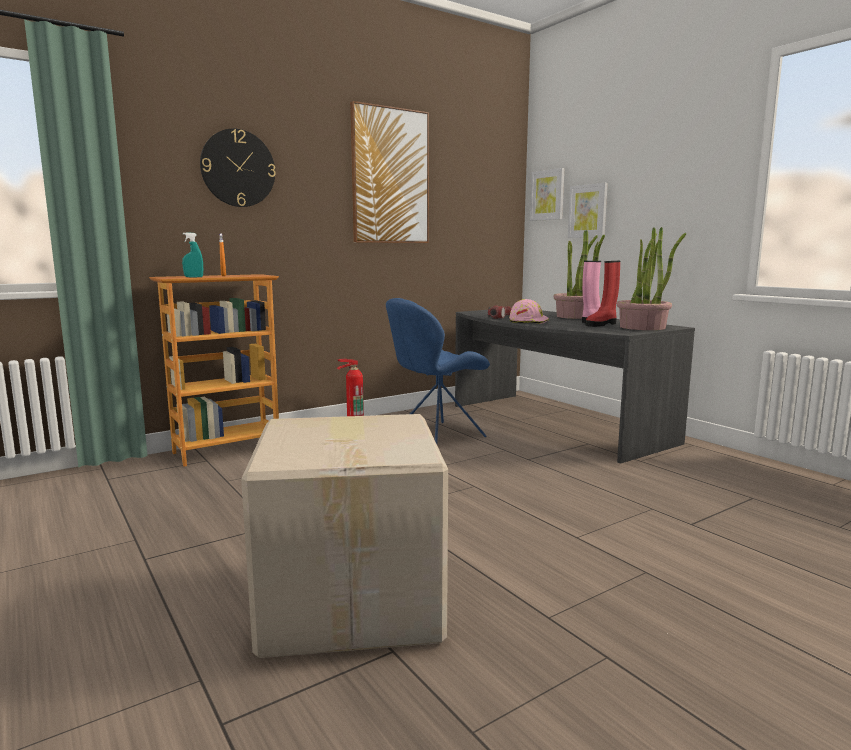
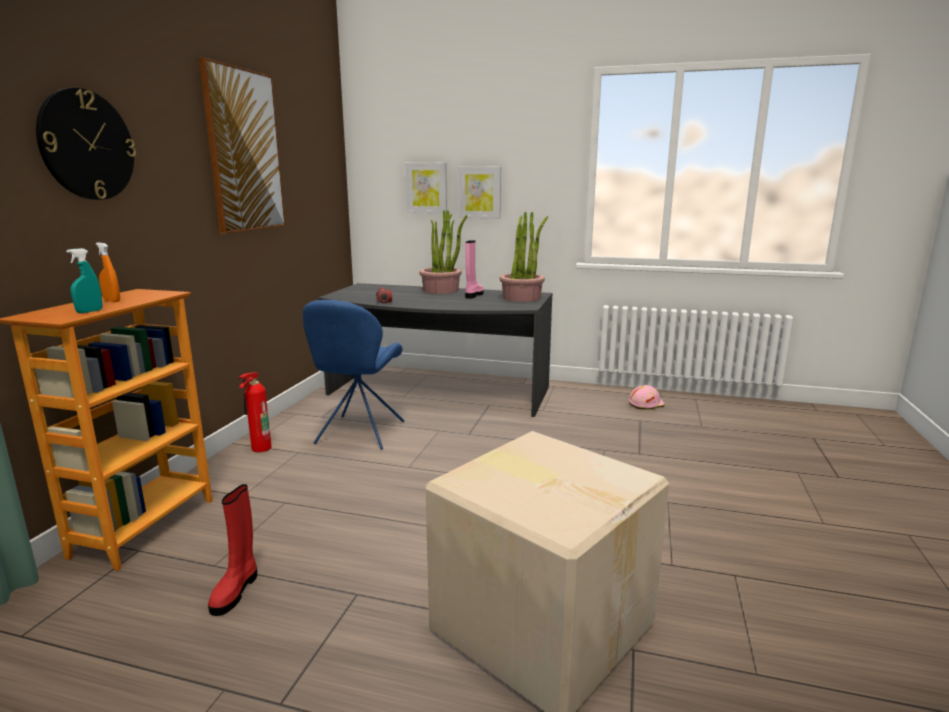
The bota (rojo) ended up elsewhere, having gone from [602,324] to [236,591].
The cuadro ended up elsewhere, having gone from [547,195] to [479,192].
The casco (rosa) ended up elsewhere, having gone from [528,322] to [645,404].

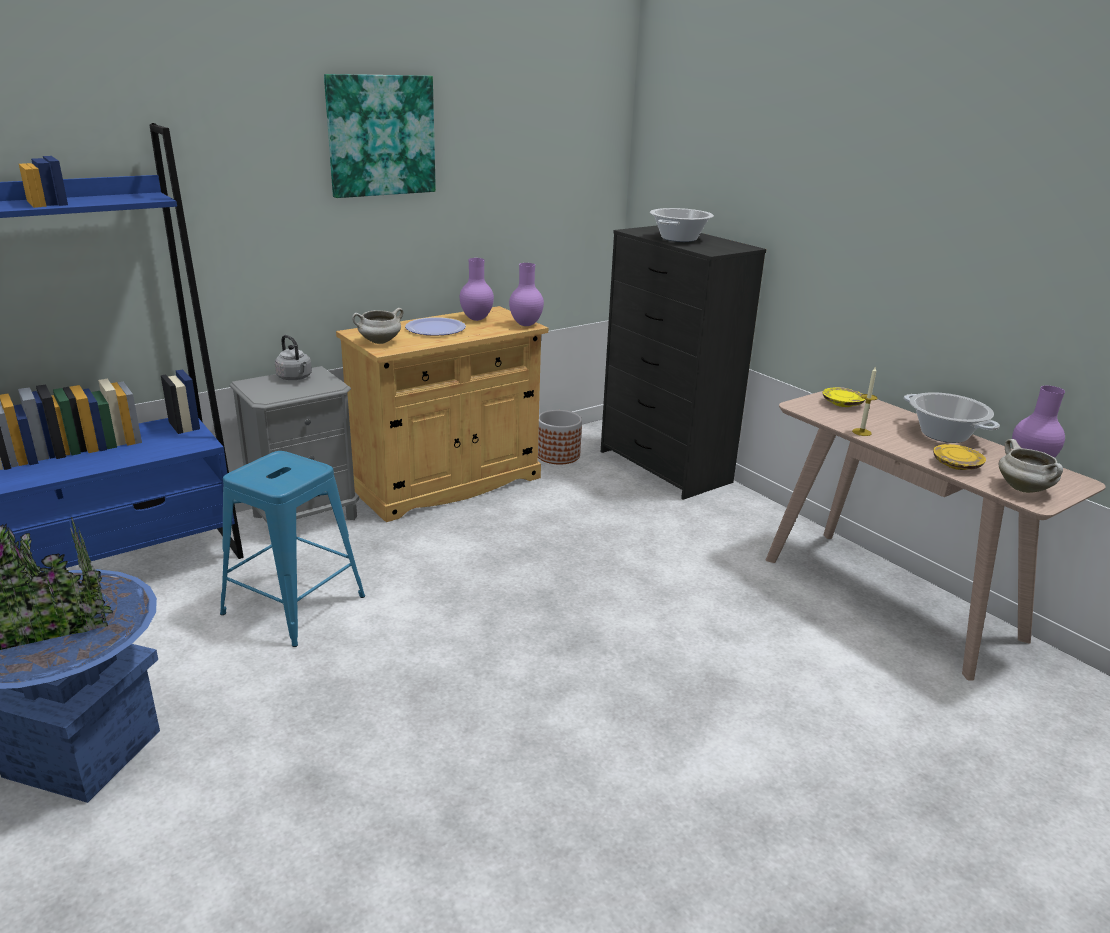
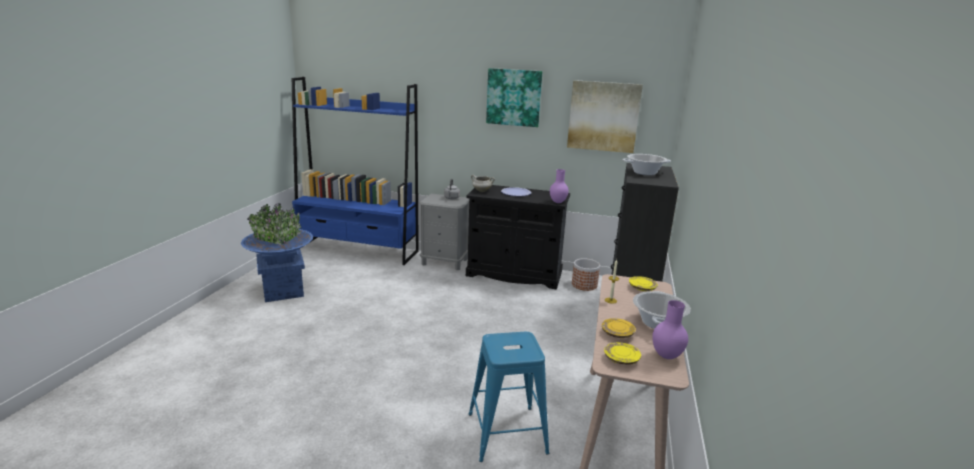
What was the armario (beis) at [447,483] turned into the armario (negro) at [514,274].
The taburete (azul) ended up elsewhere, having gone from [294,605] to [506,433].
The second view gained the cuadro at [603,116].
Where the olla (blanco) stood at [1024,489], the plato (amarillo) came to stand at [621,359].
The second view lost the florero (morado) at [476,319].

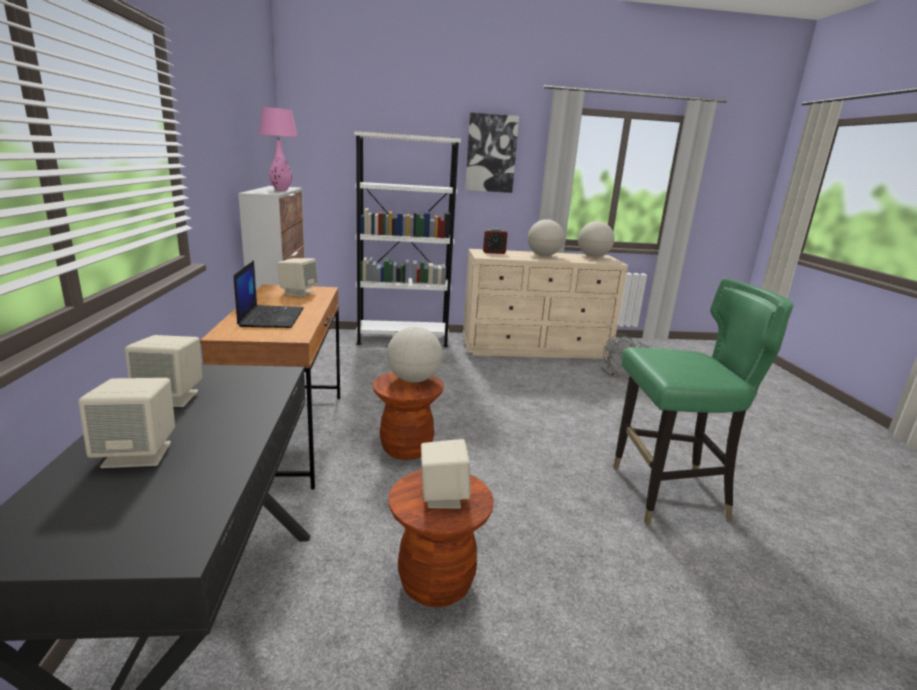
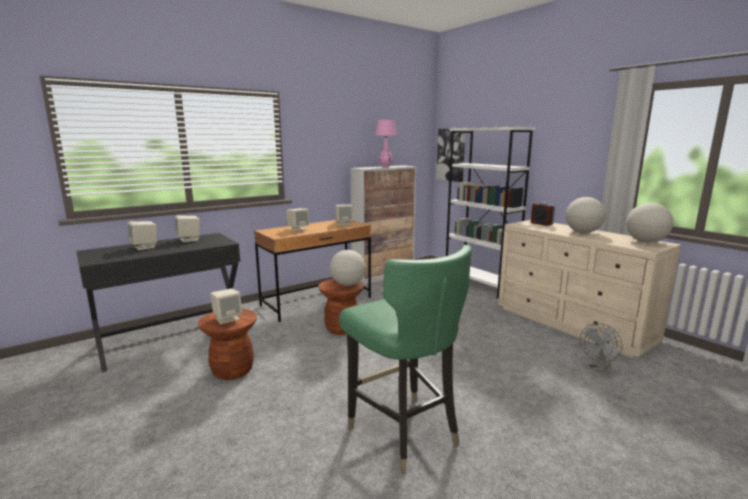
Where the portátil stood at [271,317], the altavoz (beis) came to stand at [298,229].
The cuadro ended up elsewhere, having gone from [491,153] to [451,155].

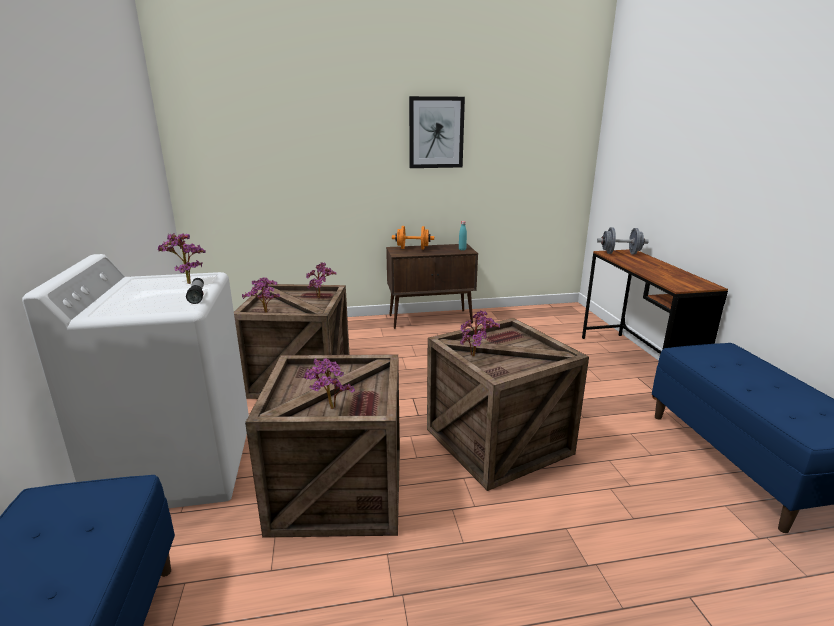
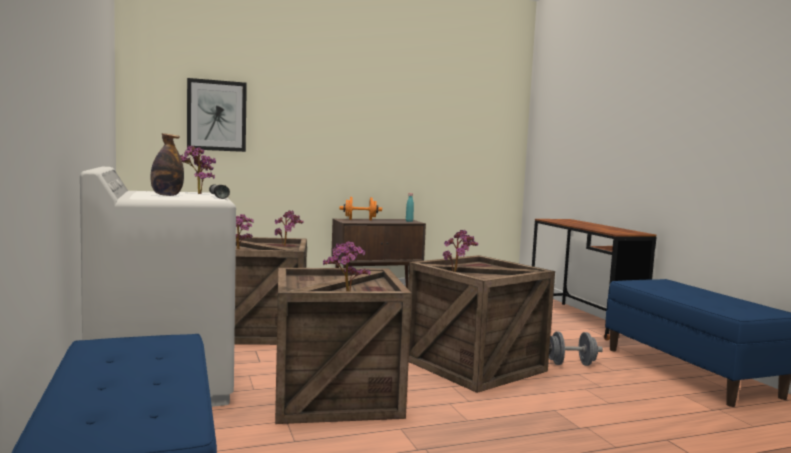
The second view gained the botella at [167,195].
The cuadro ended up elsewhere, having gone from [436,132] to [216,115].
The mancuerna (gris) ended up elsewhere, having gone from [620,253] to [570,364].

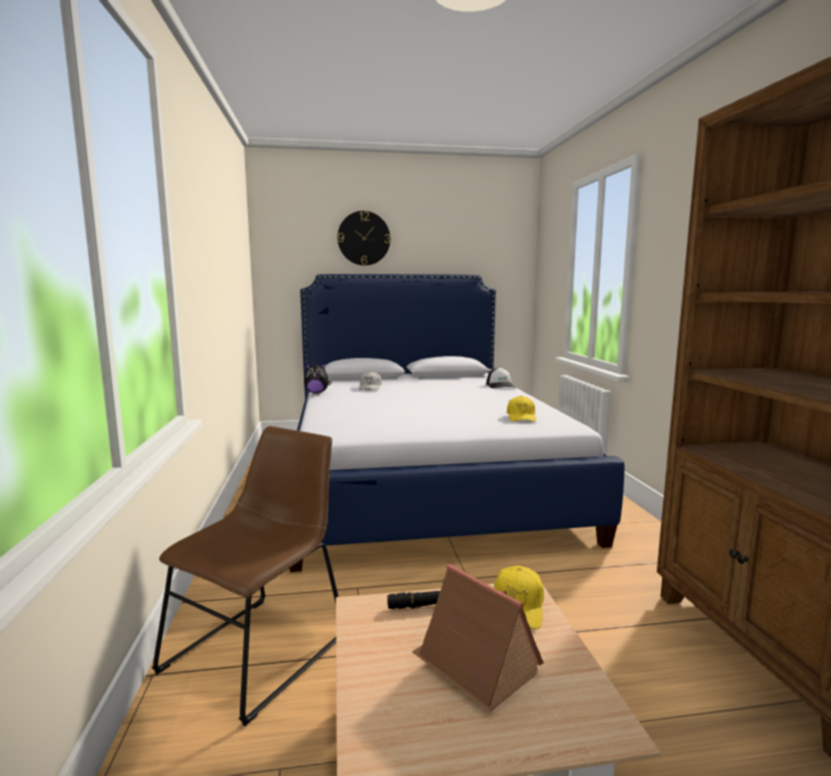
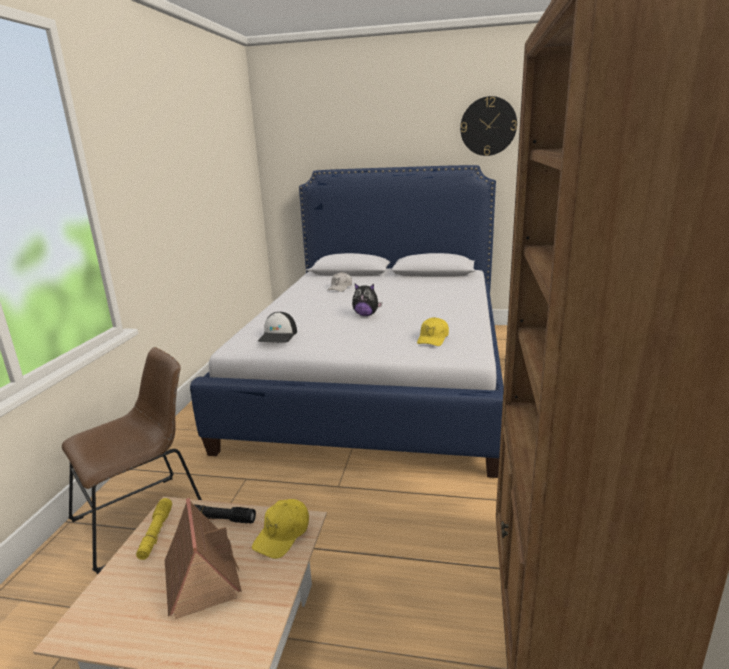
The second view gained the linterna (amarillo) at [156,533].
The gorra ended up elsewhere, having gone from [501,386] to [278,336].
The peluche ended up elsewhere, having gone from [317,393] to [366,315].
The reloj de pared ended up elsewhere, having gone from [364,238] to [488,126].

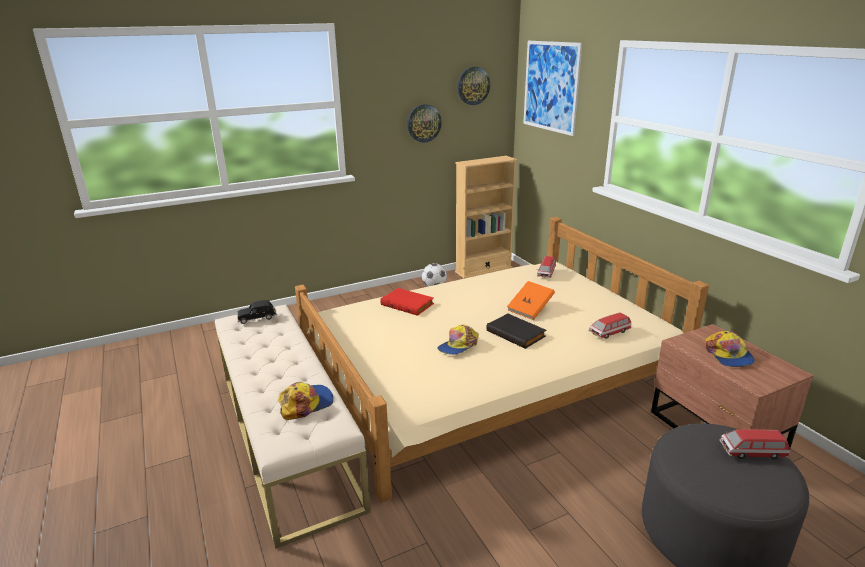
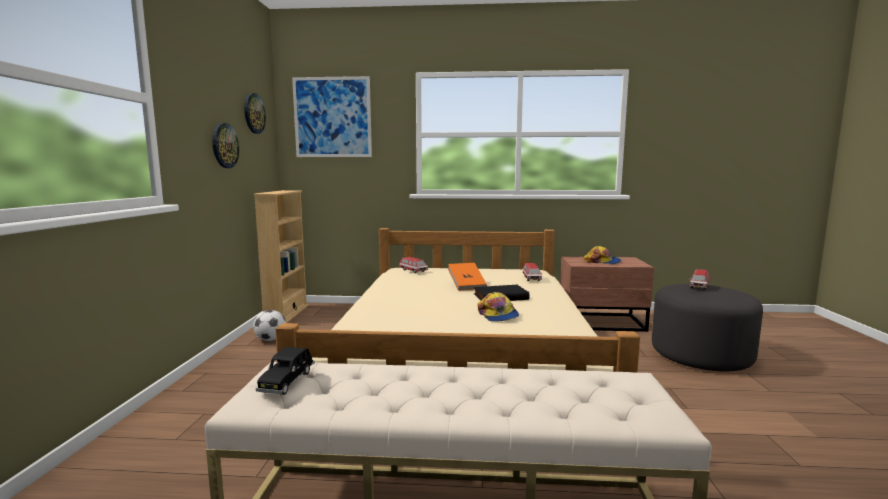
The second view lost the gorra at [306,404].
The second view lost the libro (rojo) at [408,304].

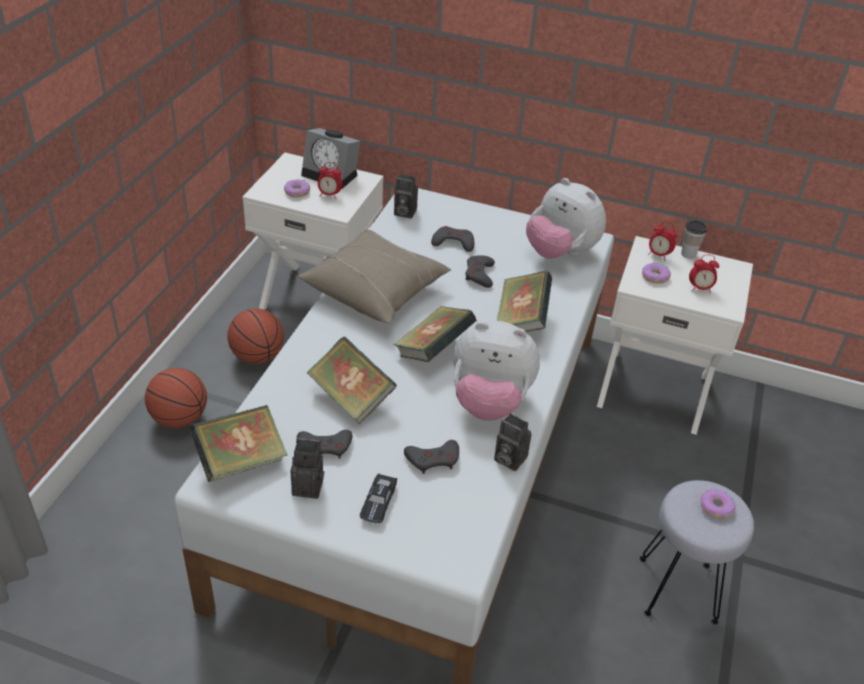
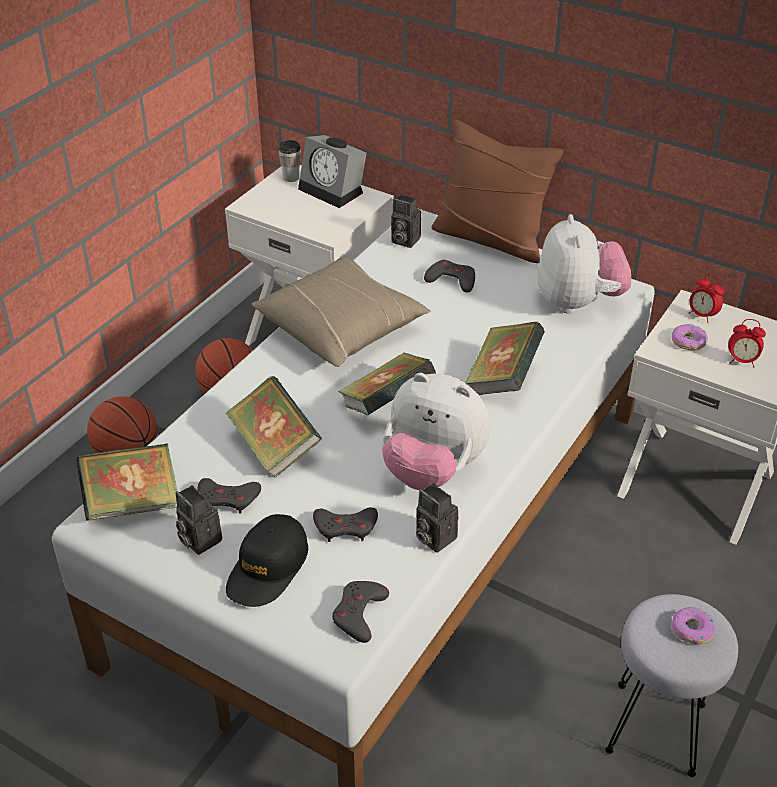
The cámara at [310,486] ended up facing another way, 150 degrees counterclockwise from before.
Where the coche de juguete (negro) stood at [378,503], the gorra (negro) came to stand at [267,568].
The taza ended up elsewhere, having gone from [688,254] to [291,177].
The mando de consola (gris) ended up elsewhere, having gone from [479,274] to [359,614].
The second view gained the cojín (marrón) at [491,238].
The peluche at [560,252] ended up facing another way, 150 degrees counterclockwise from before.
The second view lost the rosquilla at [297,192].
The second view lost the despertador at [329,195].

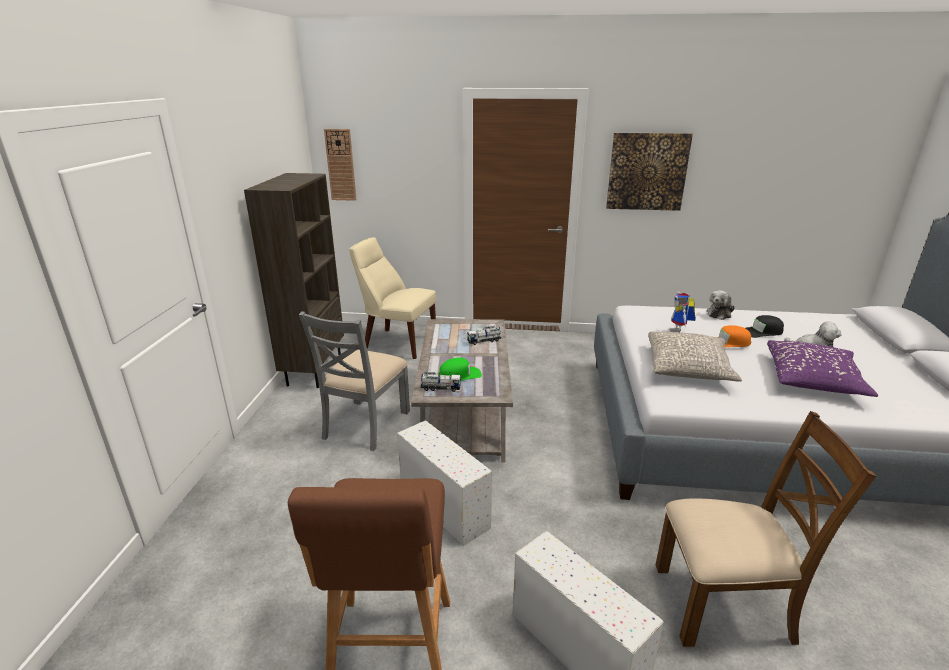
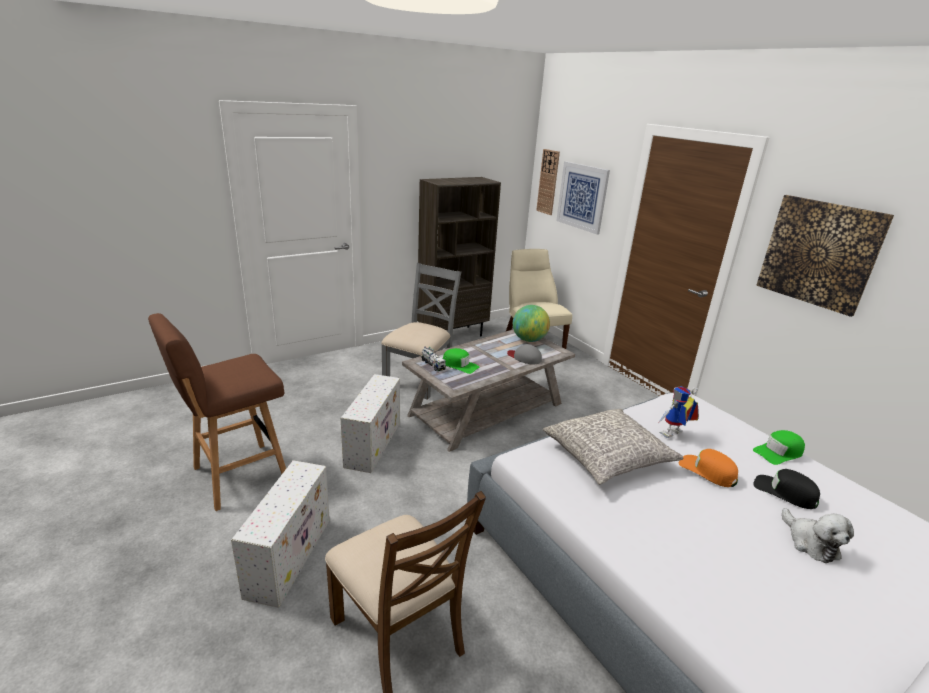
The silla (gris) at [365,424] ended up facing another way, 135 degrees clockwise from before.
Where the camión de juguete stood at [484,341], the gorra (gris) came to stand at [524,357].
The second view gained the globo terráqueo at [529,340].
The second view gained the cuadro at [582,197].
Where the peluche stood at [719,314], the gorra (verde) came to stand at [778,452].
The second view lost the cojín (morado) at [813,379].

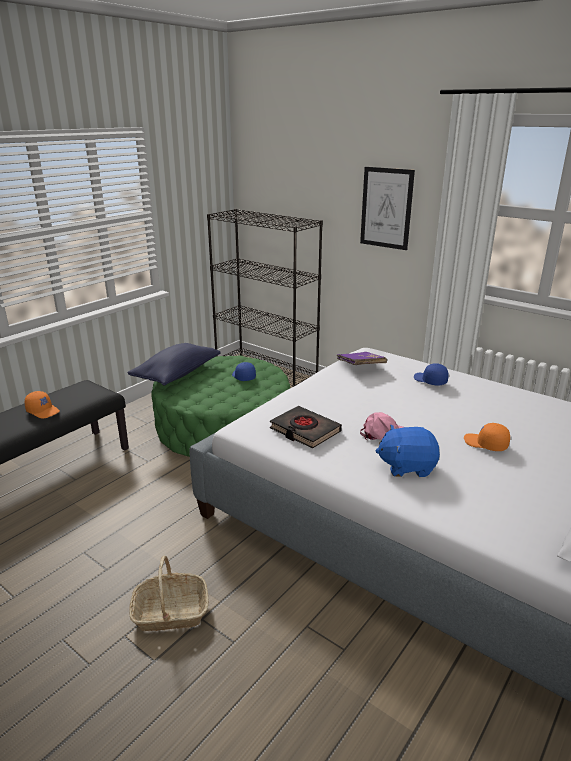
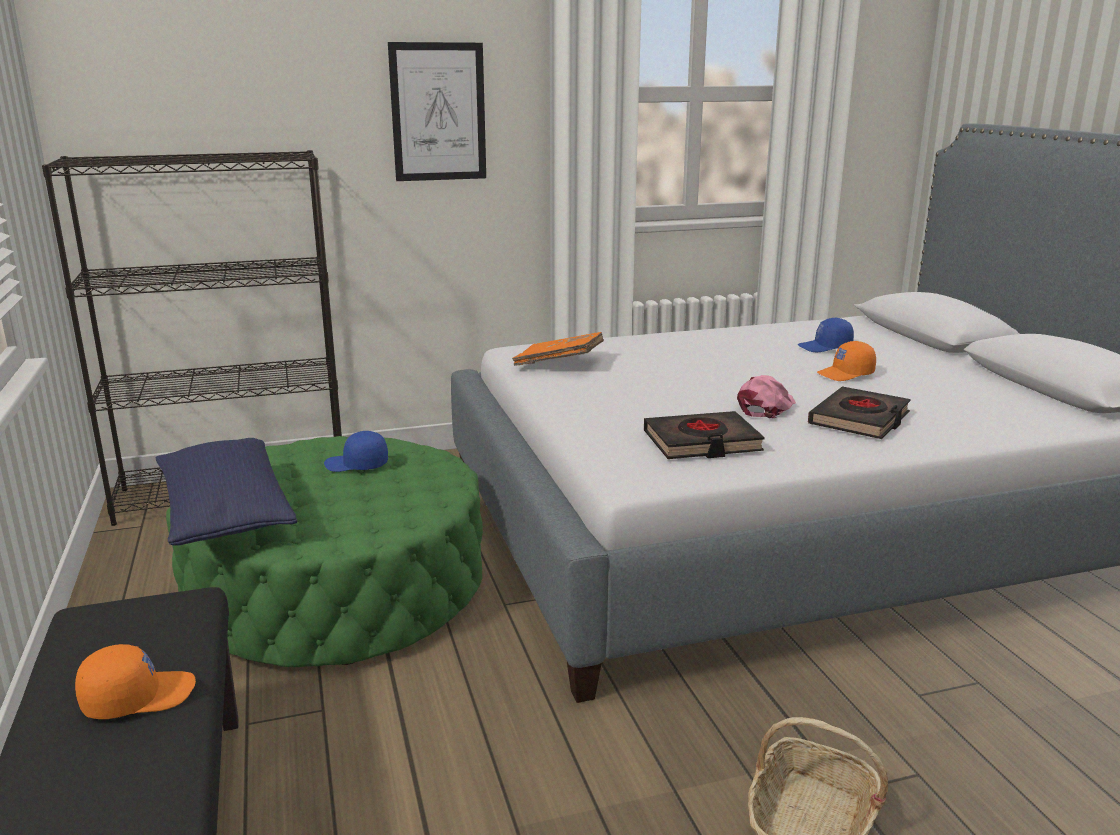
What was the libro (morado) at [360,366] turned into the libro (naranja) at [559,363].
The gorra (azul) ended up elsewhere, having gone from [430,380] to [825,347].
Where the peluche (azul) stood at [407,466], the libro (negro) came to stand at [860,420].

